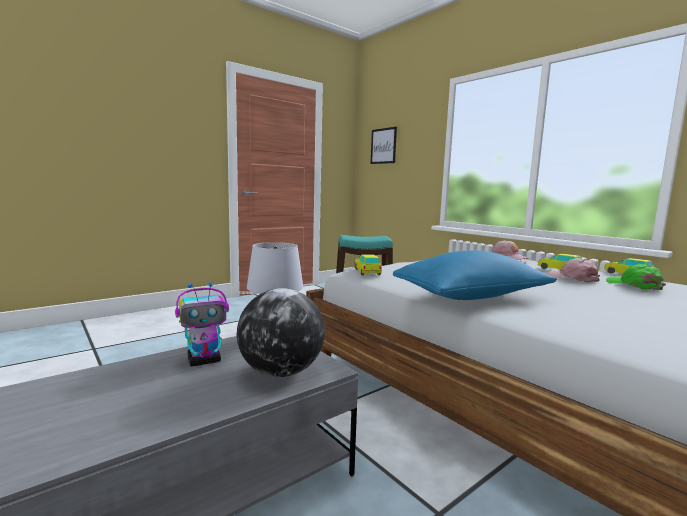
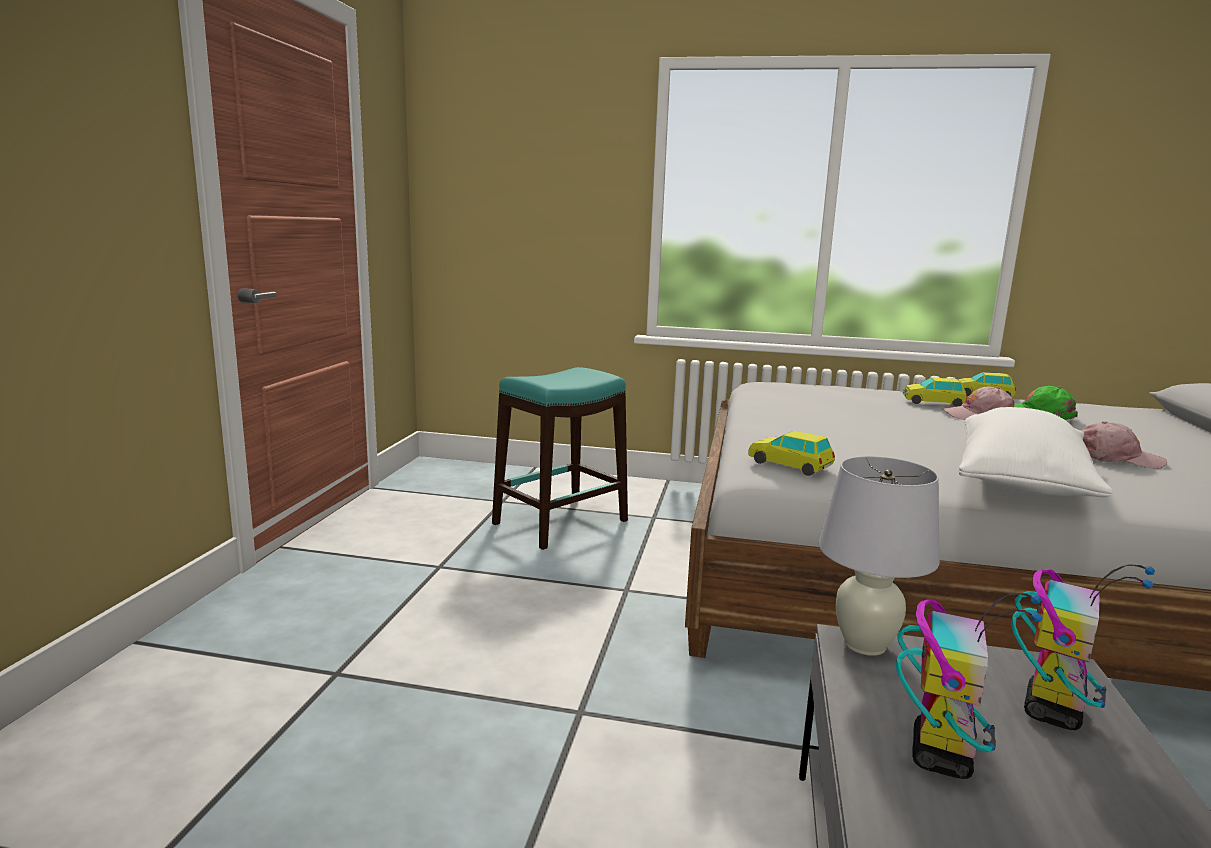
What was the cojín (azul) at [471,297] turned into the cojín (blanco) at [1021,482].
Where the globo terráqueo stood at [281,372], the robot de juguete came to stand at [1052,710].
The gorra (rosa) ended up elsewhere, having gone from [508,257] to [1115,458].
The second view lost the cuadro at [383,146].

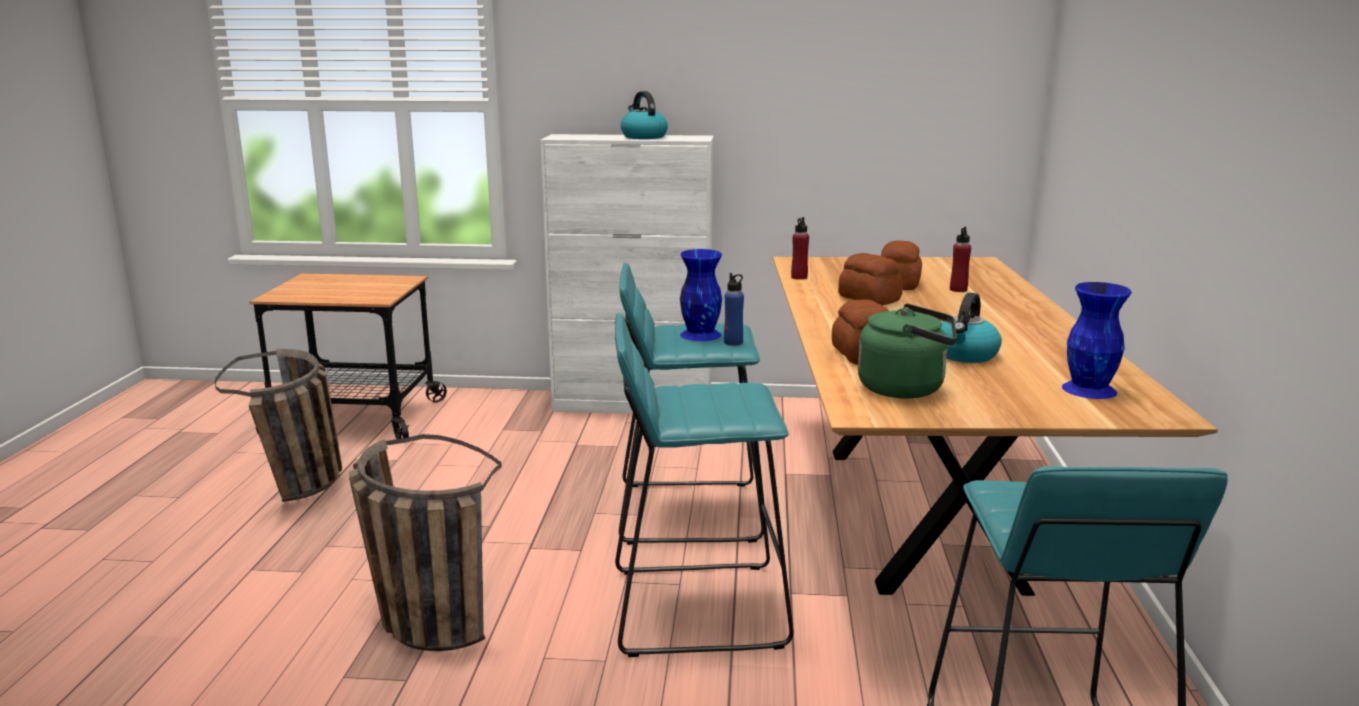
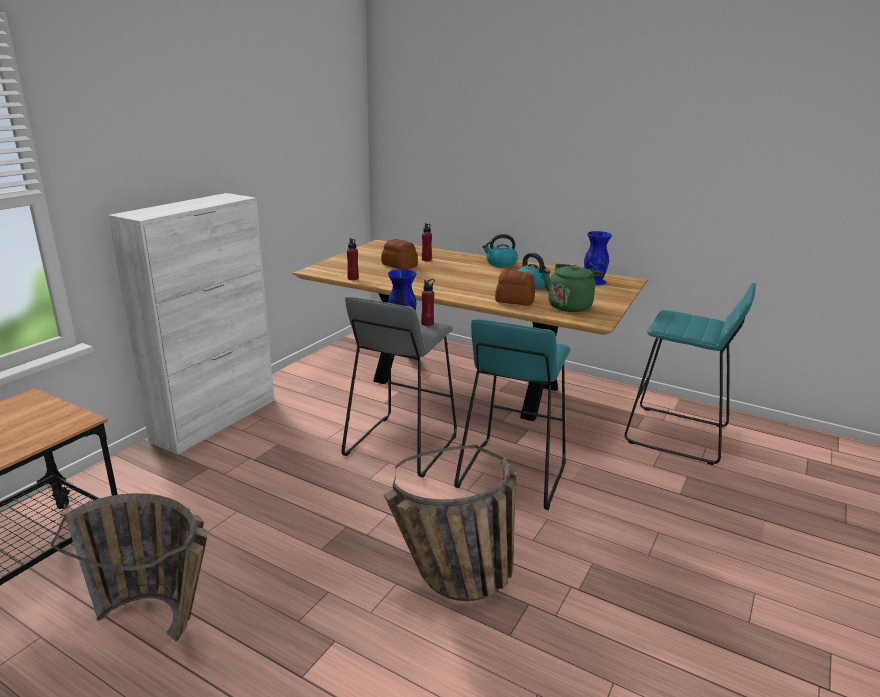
What was the taburete (turquesa) at [687,511] turned into the taburete (gris) at [400,446].
What was the botella (azul) at [733,342] turned into the botella (rojo) at [427,323].
The hervidor ended up elsewhere, having gone from [643,137] to [500,263].
The second view lost the pan at [869,299].

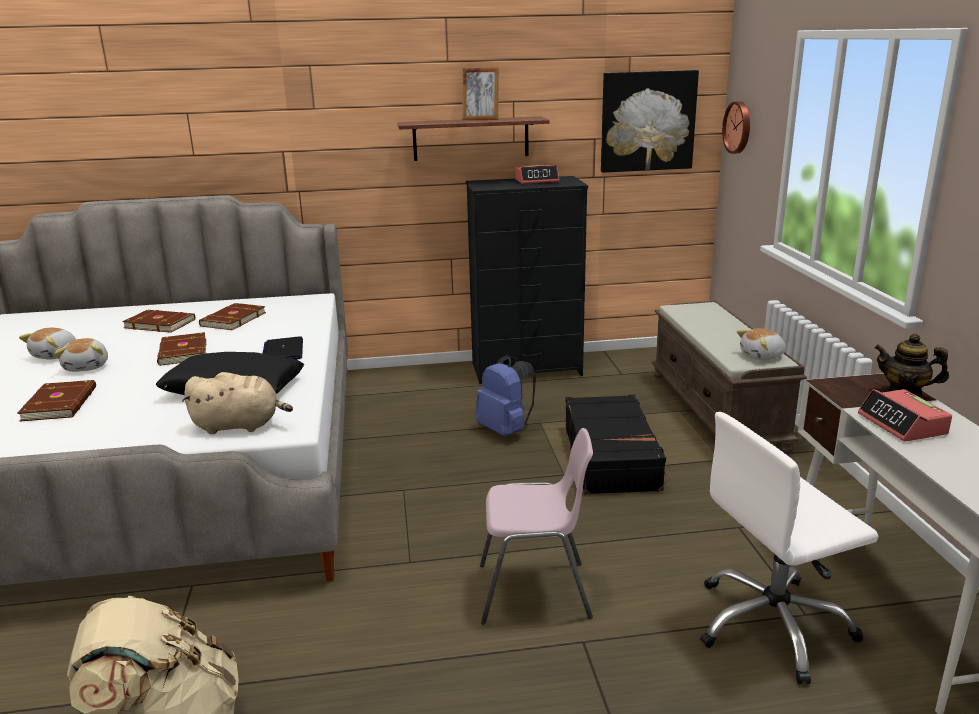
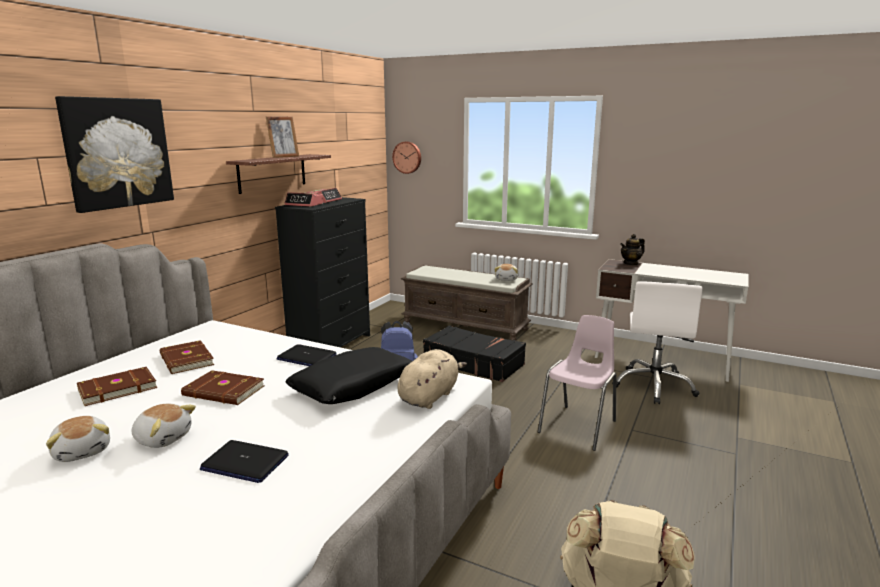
The cuadro ended up elsewhere, having gone from [647,121] to [117,153].
Where the libro (marrón) stood at [61,404], the portátil came to stand at [244,463].
The despertador ended up elsewhere, having gone from [902,424] to [304,204].

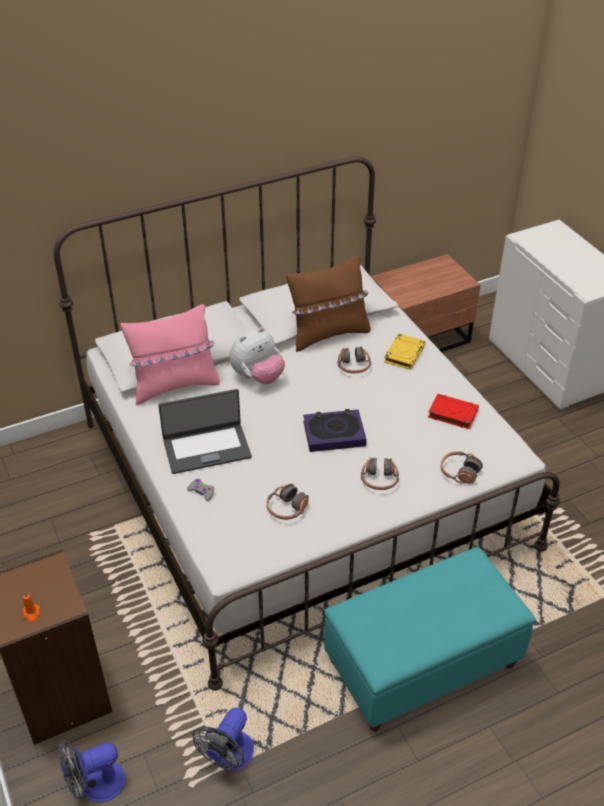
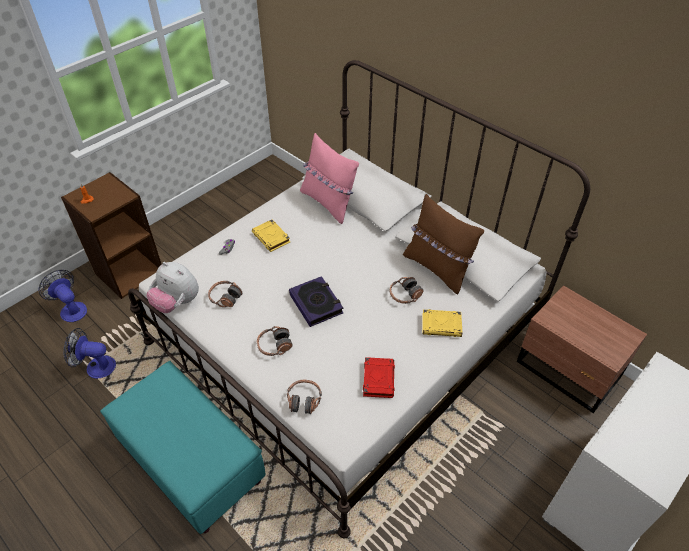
The peluche ended up elsewhere, having gone from [258,377] to [177,303].
Where the portátil stood at [206,448], the libro (amarillo) came to stand at [271,238].

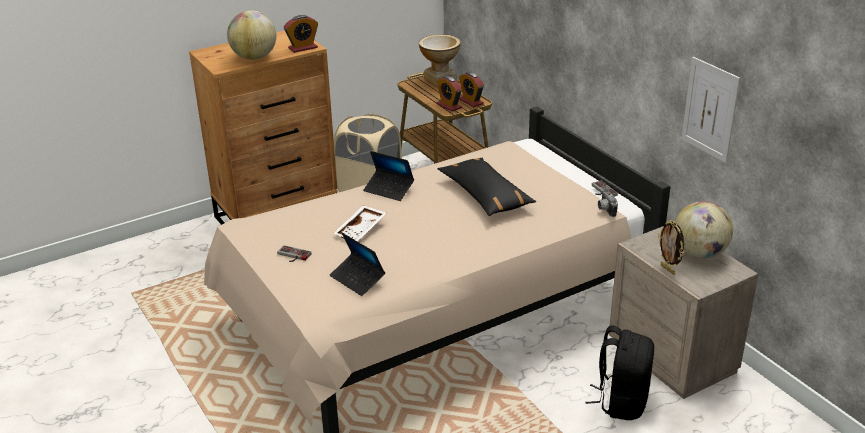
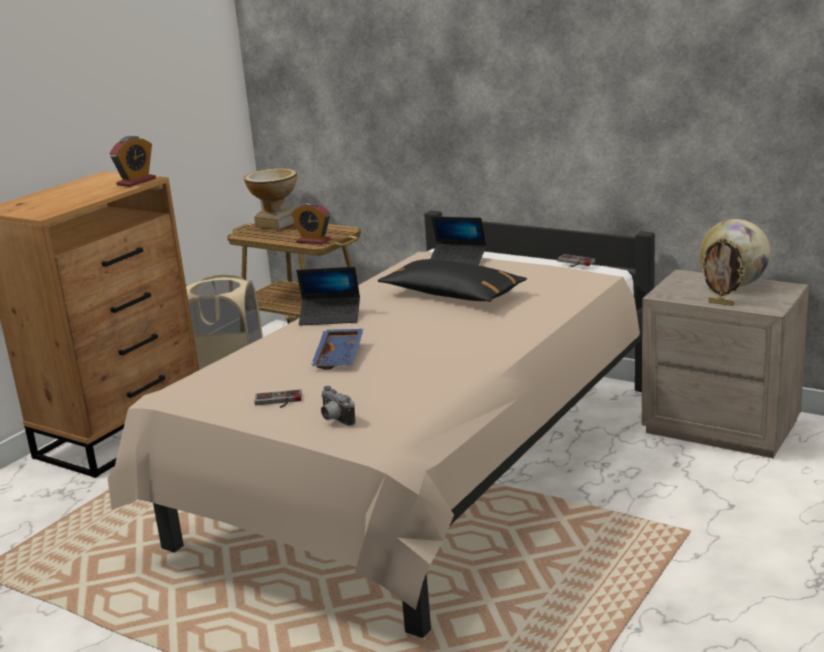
What was the bandeja (blanco) at [361,230] turned into the bandeja (azul) at [340,357].
The cámara ended up elsewhere, having gone from [605,210] to [334,420].
The portátil ended up elsewhere, having gone from [357,279] to [457,261].
The second view lost the globo terráqueo at [254,57].
The second view lost the despertador at [471,101].
The second view lost the mochila (negro) at [621,402].
The second view lost the cuadro at [710,109].

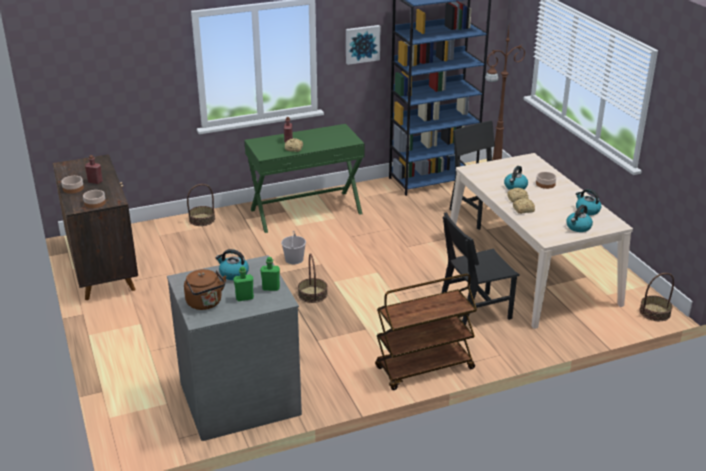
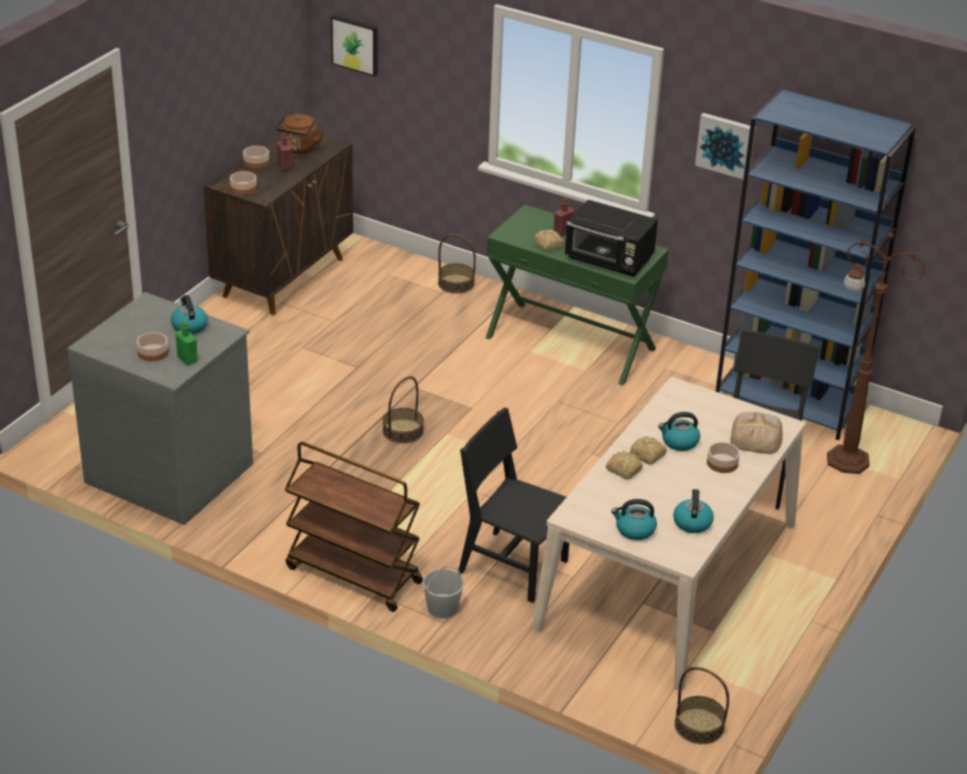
Where the botella (verde) stood at [244,298], the cuenco came to stand at [153,352].
The hervidor (marrón) ended up elsewhere, having gone from [205,303] to [299,149].
The second view gained the cuadro at [355,44].
The cubo (blanco) ended up elsewhere, having gone from [294,259] to [443,607].
The second view gained the microondas (negro) at [609,260].
The second view gained the pan at [756,437].

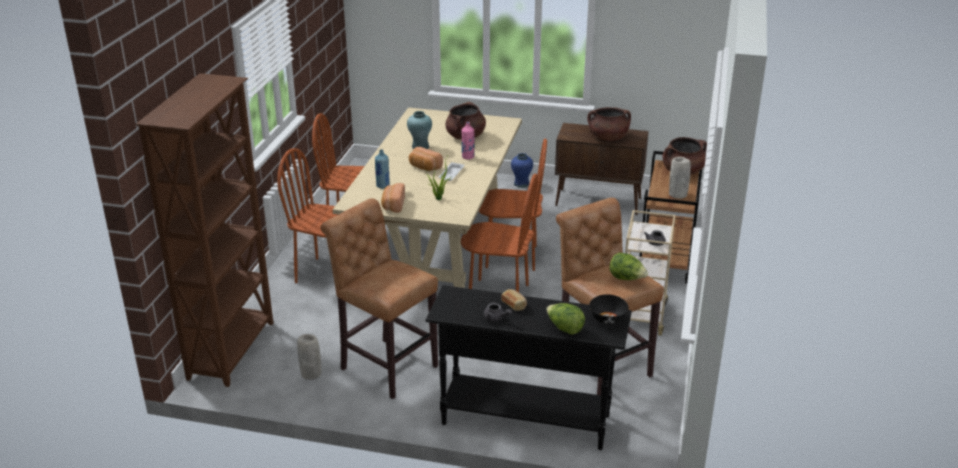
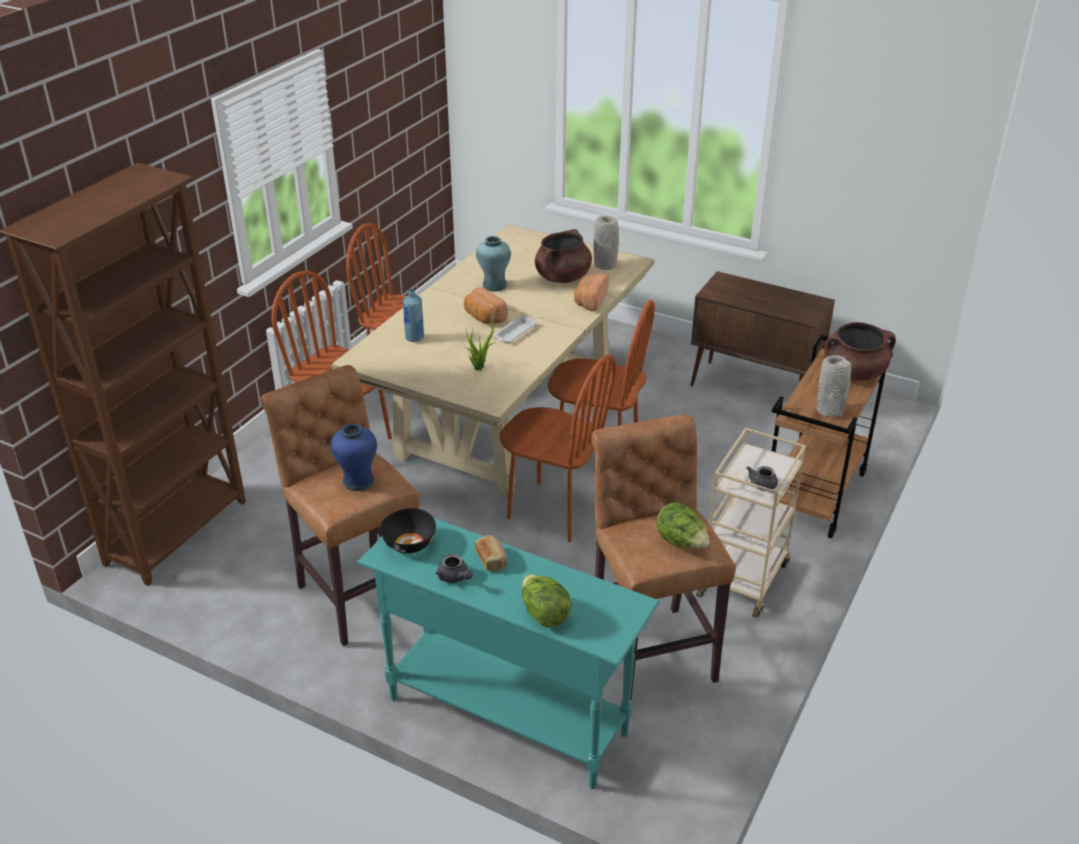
The florero (azul) ended up elsewhere, having gone from [521,184] to [358,482].
What was the mesa consola (negro) at [525,419] turned into the mesa consola (turquesa) at [506,715].
The cuenco (negro) ended up elsewhere, having gone from [607,318] to [409,543].
The pan ended up elsewhere, having gone from [393,205] to [590,301].
The florero (gris) ended up elsewhere, having gone from [311,374] to [605,265].
The second view lost the botella (rosa) at [468,157].
The second view lost the olla (marrón) at [608,138].

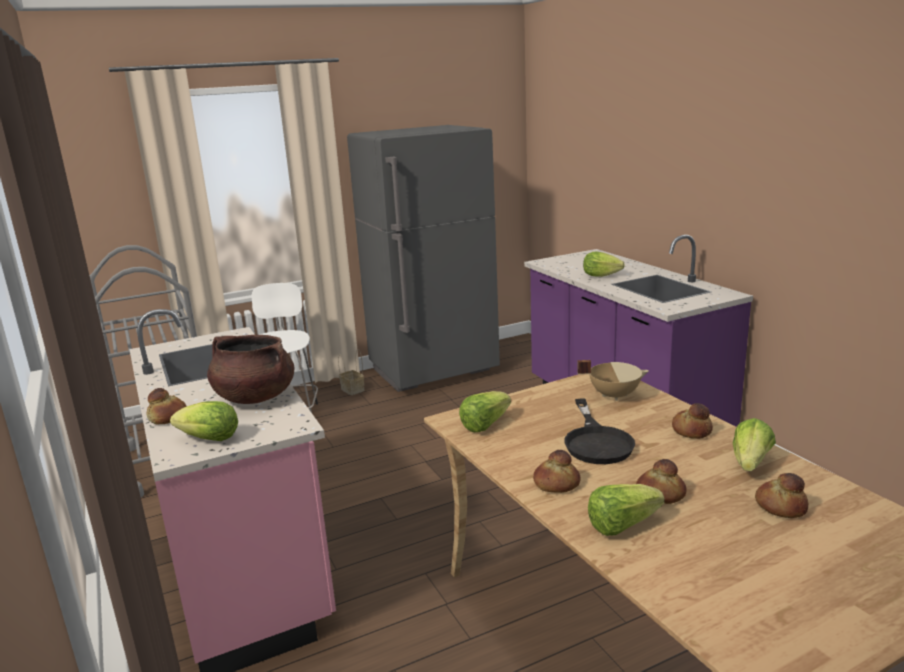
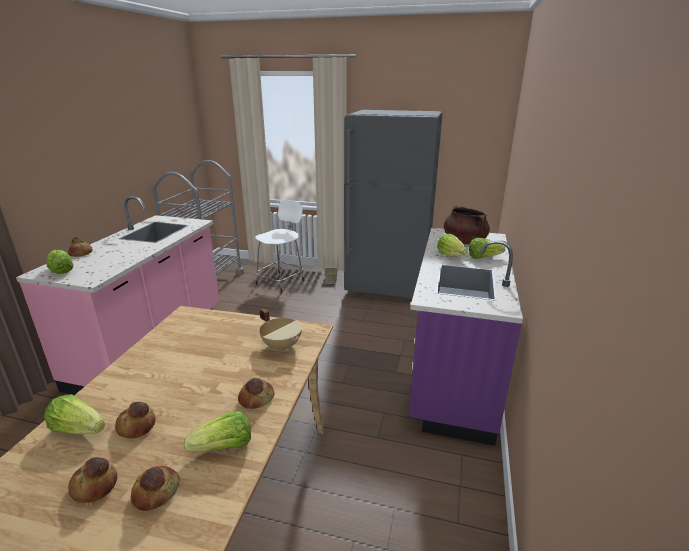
The pan ended up elsewhere, having gone from [556,484] to [94,486].
The olla (marrón) ended up elsewhere, having gone from [254,397] to [464,241].
The lechuga ended up elsewhere, having gone from [485,424] to [483,257].
The second view lost the sartén (negro) at [596,441].

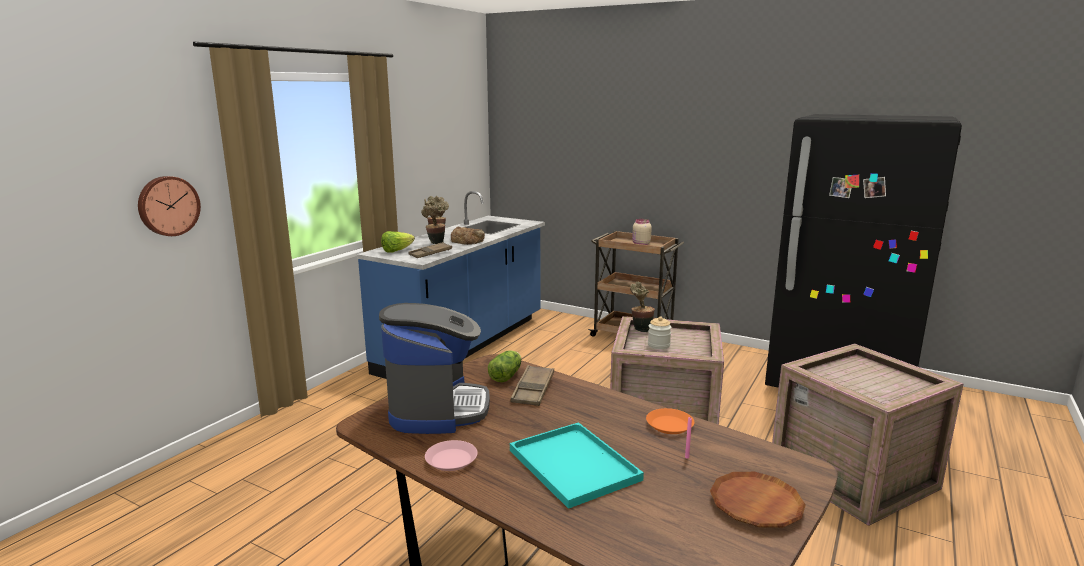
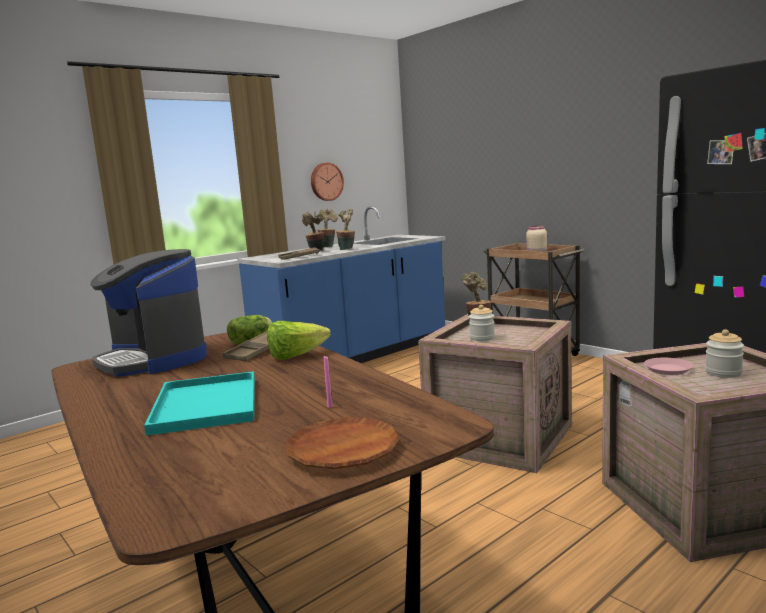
The cafetera at [437,409] ended up facing another way, 120 degrees clockwise from before.
The lechuga ended up elsewhere, having gone from [397,251] to [296,356].
The reloj de pared ended up elsewhere, having gone from [168,206] to [326,181].
Where the pan stood at [467,240], the planta en maceta came to stand at [347,249].
The plato (rosa) ended up elsewhere, having gone from [451,460] to [668,369].
The second view gained the tarro at [723,373].
The second view lost the plato (naranja) at [670,425].

